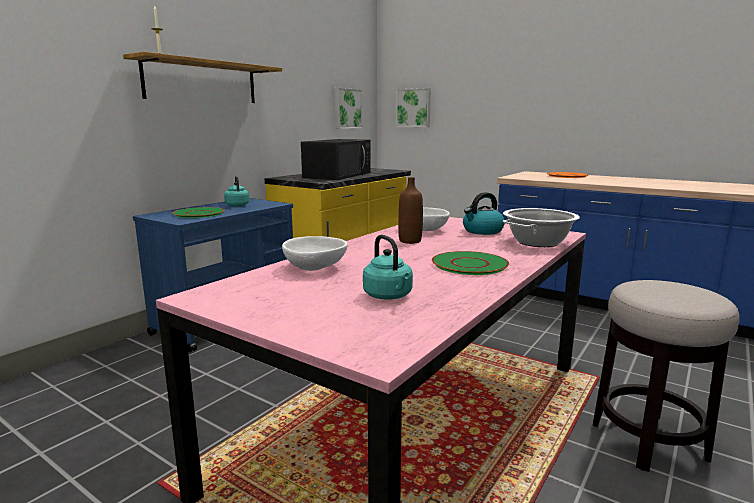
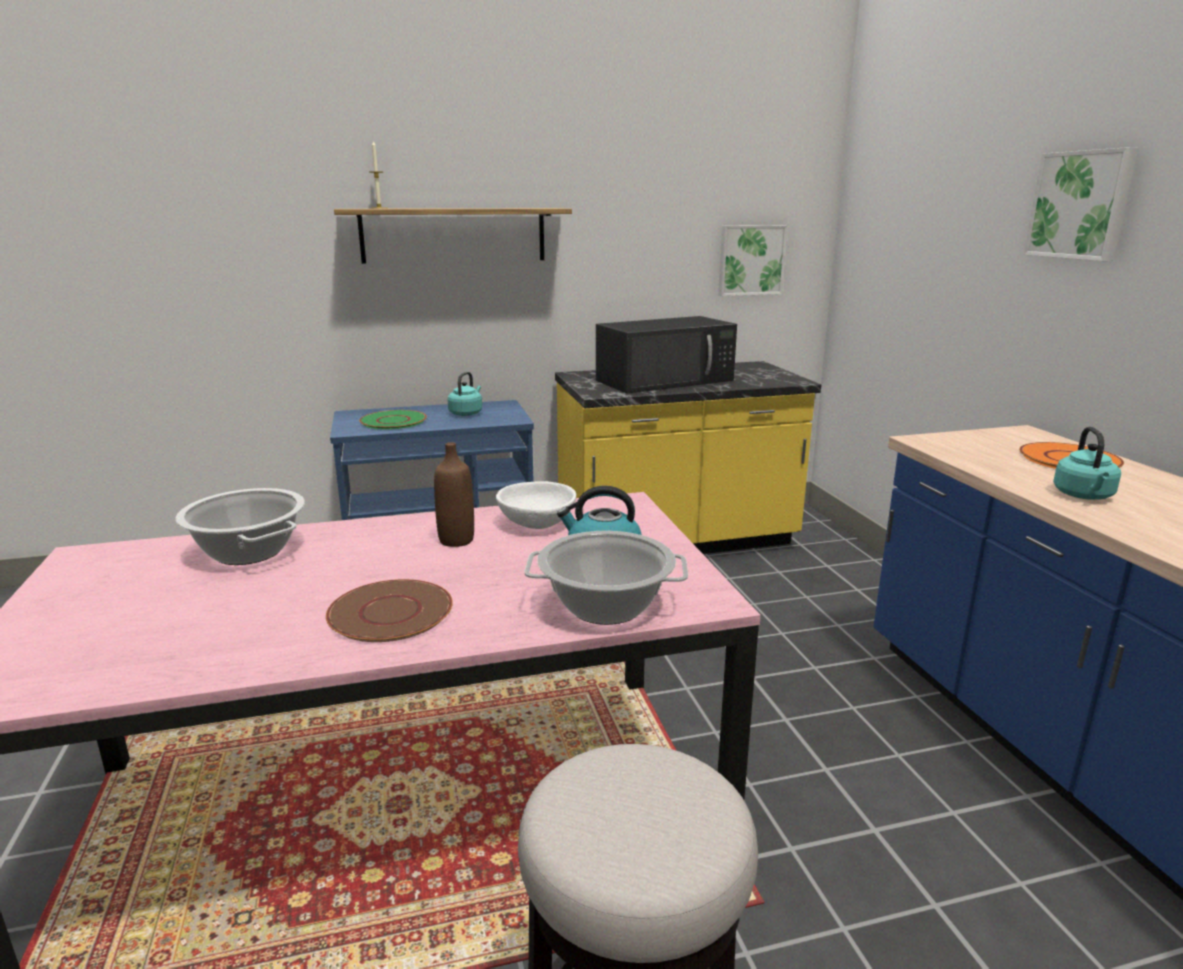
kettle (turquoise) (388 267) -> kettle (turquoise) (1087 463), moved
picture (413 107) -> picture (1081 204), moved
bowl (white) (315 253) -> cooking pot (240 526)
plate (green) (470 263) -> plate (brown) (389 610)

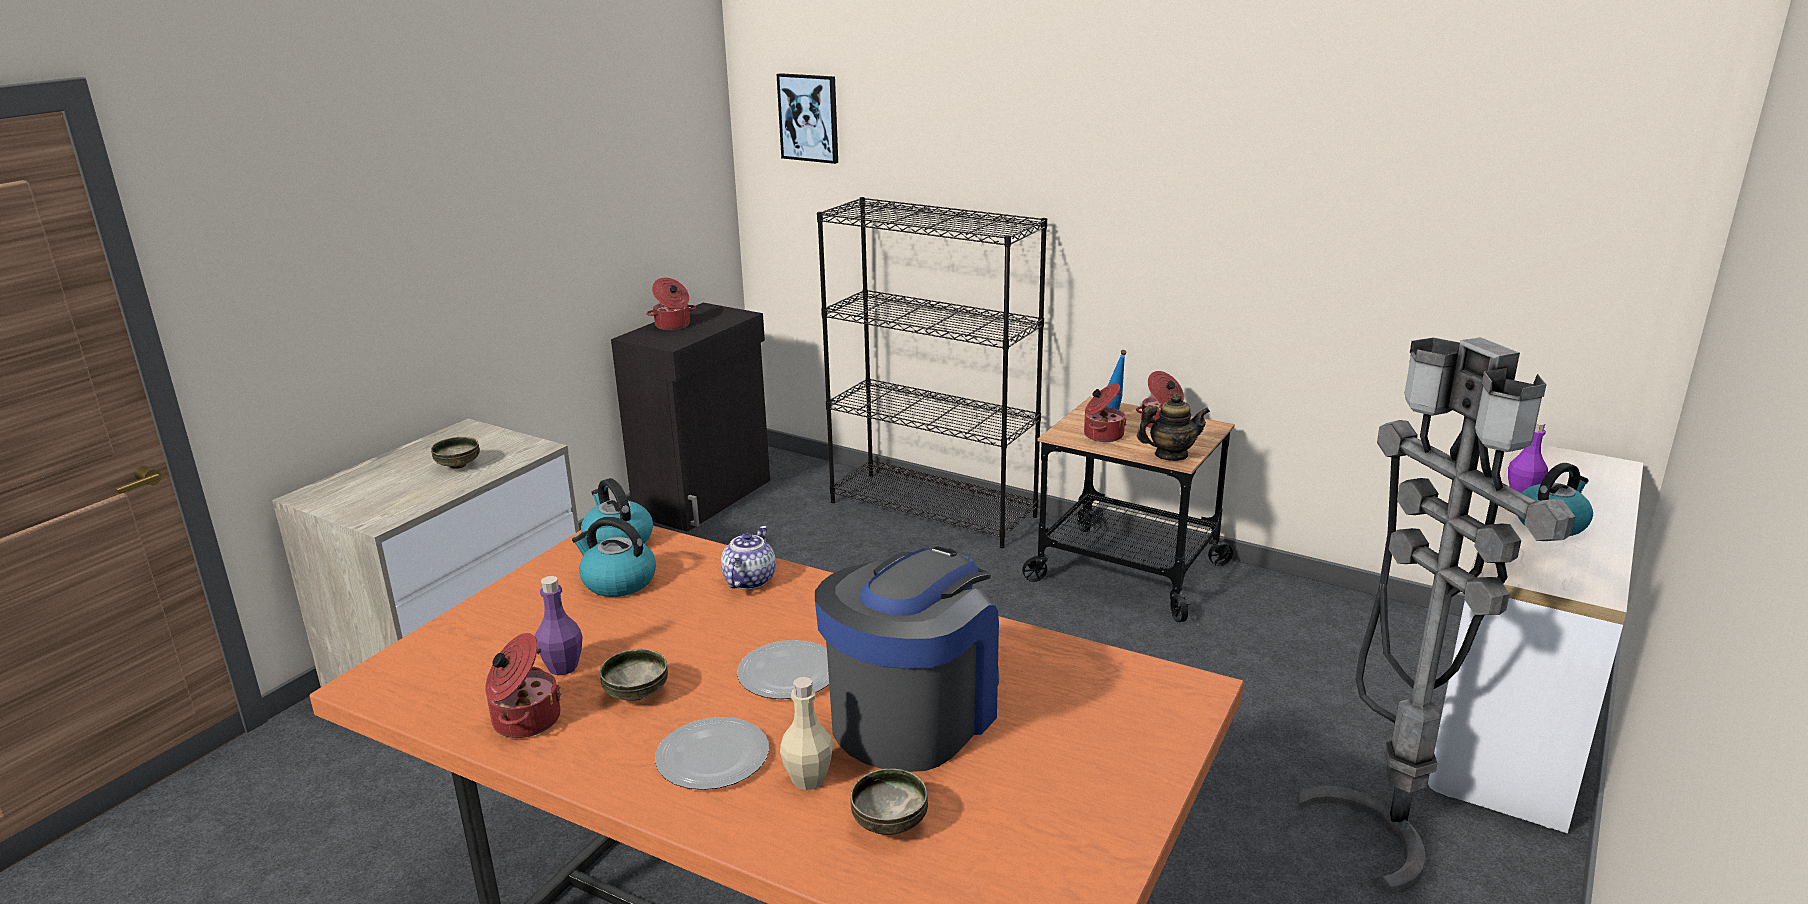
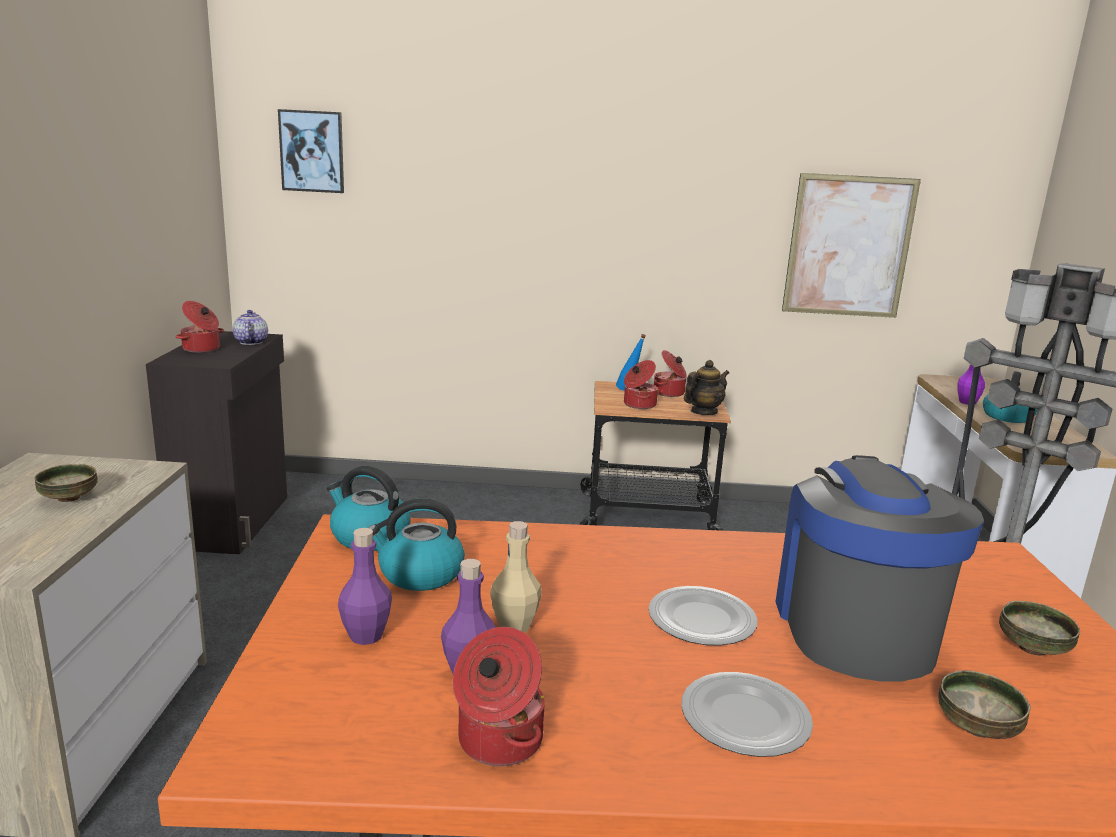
bookcase (black) (932 372) -> none
none -> bottle (purple) (365 586)
none -> picture (851 245)
bowl (634 674) -> bowl (1039 628), moved
teapot (748 558) -> teapot (250 327), moved
bottle (beige) (806 733) -> bottle (beige) (516 576), moved

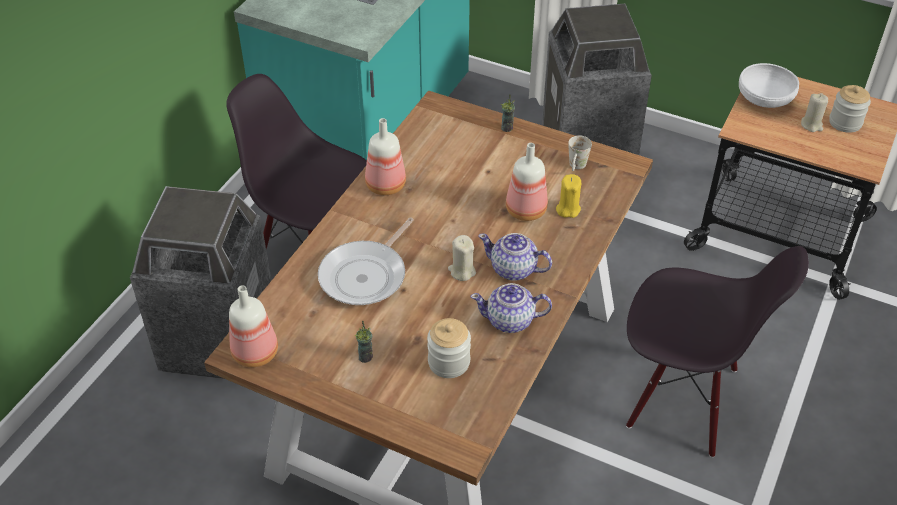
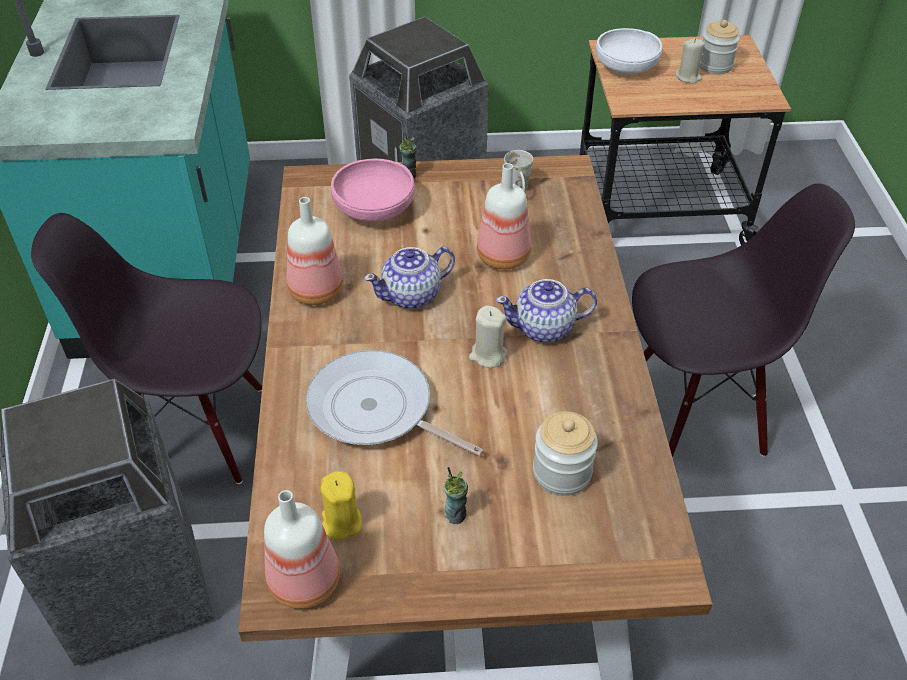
none -> bowl (pink) (373 190)
teapot (511 308) -> teapot (409 278), moved
candle (yellow) (568 196) -> candle (yellow) (341 506), moved
frying pan (366 261) -> frying pan (394 403), 120 degrees clockwise

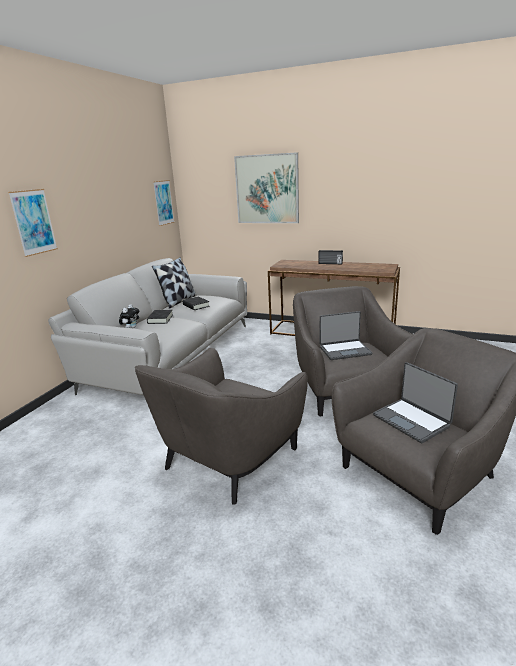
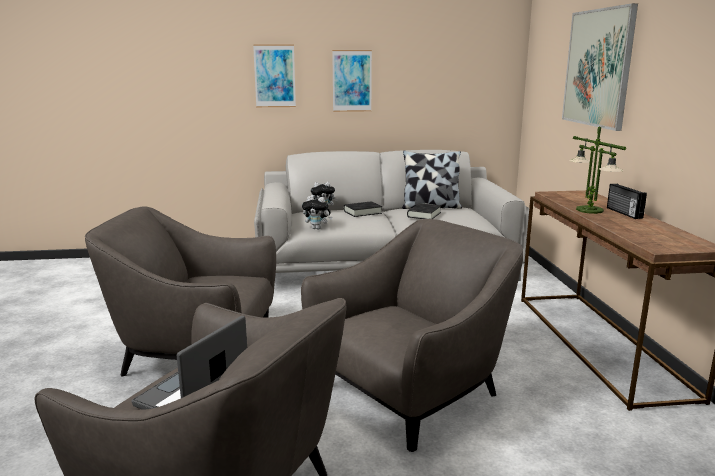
laptop (345 335) -> none
none -> plush toy (317 212)
none -> table lamp (597 170)
picture (163 203) -> picture (352 81), moved

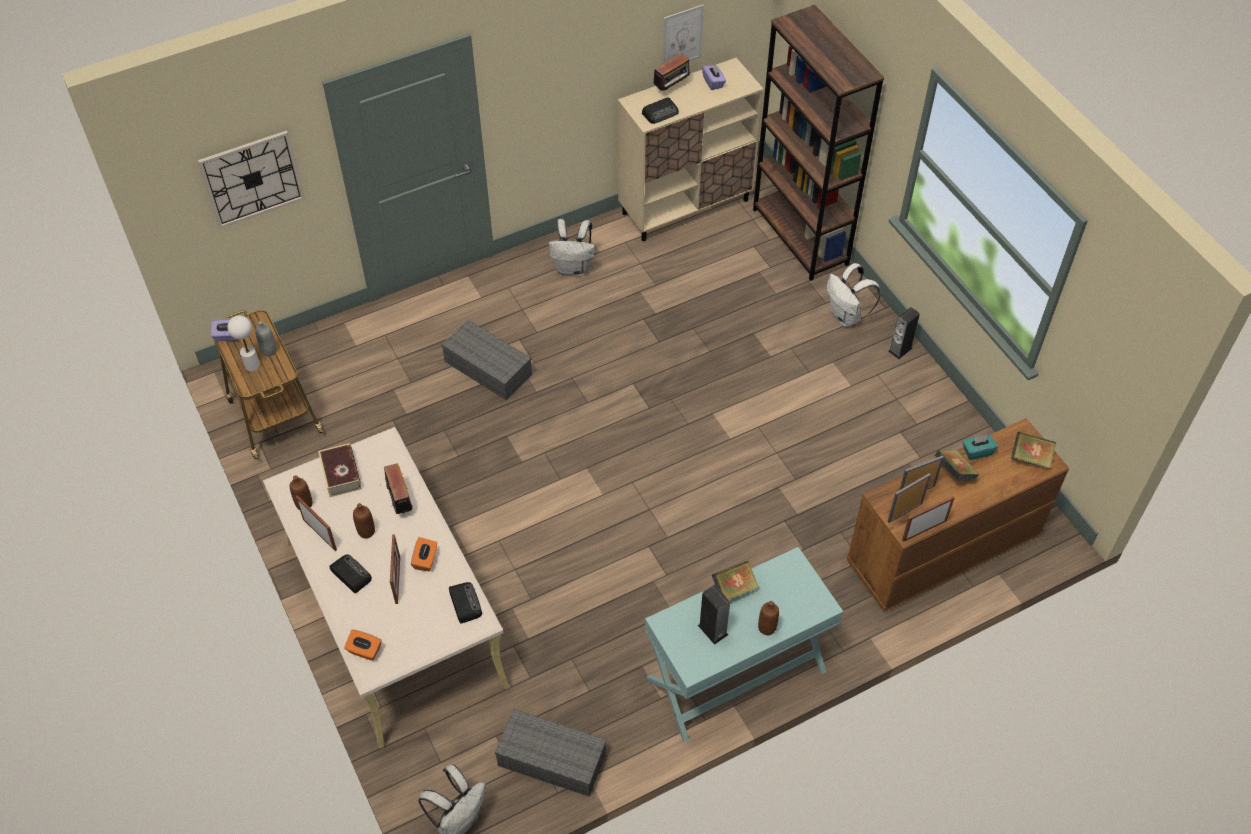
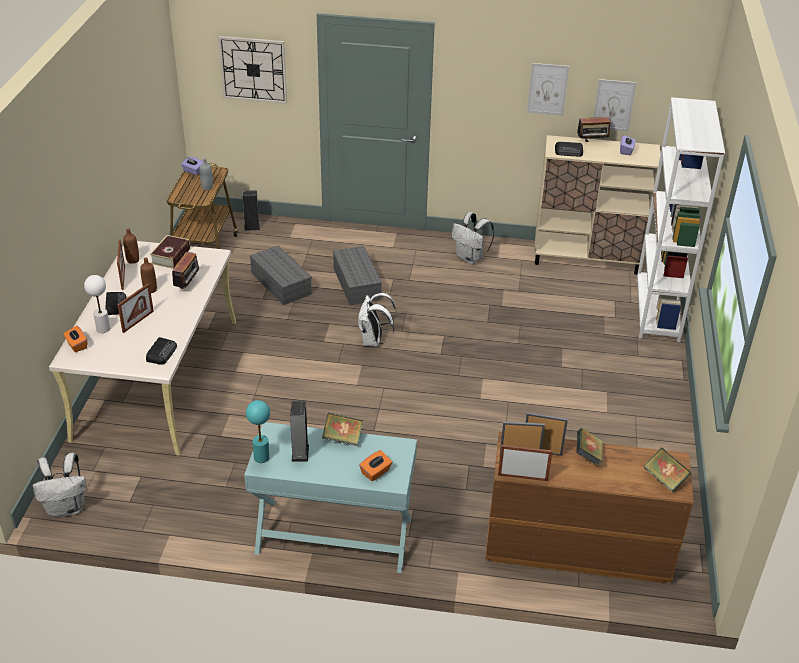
bottle (brown) (768 618) -> none
tissue box (turquoise) (980 447) -> none
none -> table lamp (turquoise) (258 431)
none -> picture (548 89)
table lamp (white) (243 344) -> table lamp (white) (97 304), moved
tissue box (orange) (424 554) -> tissue box (orange) (375 465), moved
storage box (grey) (550 752) -> storage box (grey) (281 275), moved
backpack (white) (854 295) -> backpack (white) (377 320), moved
speaker (904 333) -> speaker (252 210), moved
bookcase (brown) (818 143) -> bookcase (white) (680 219)

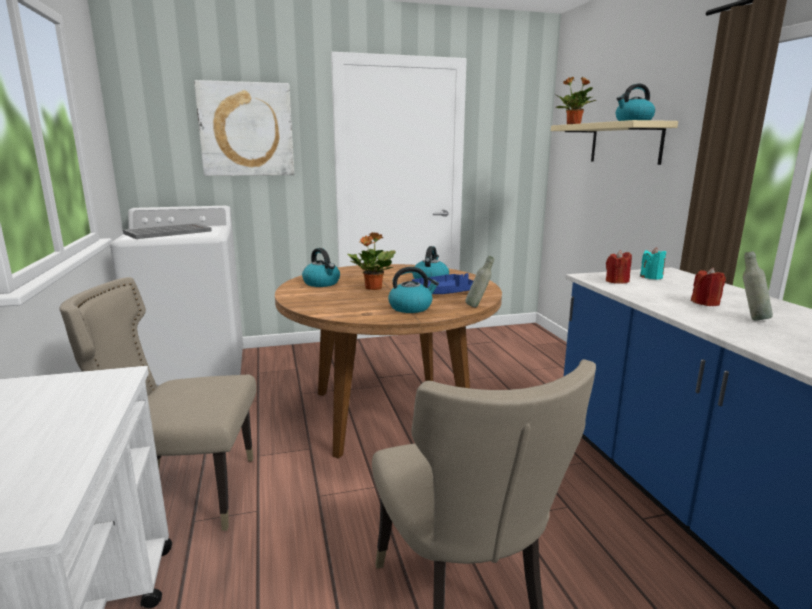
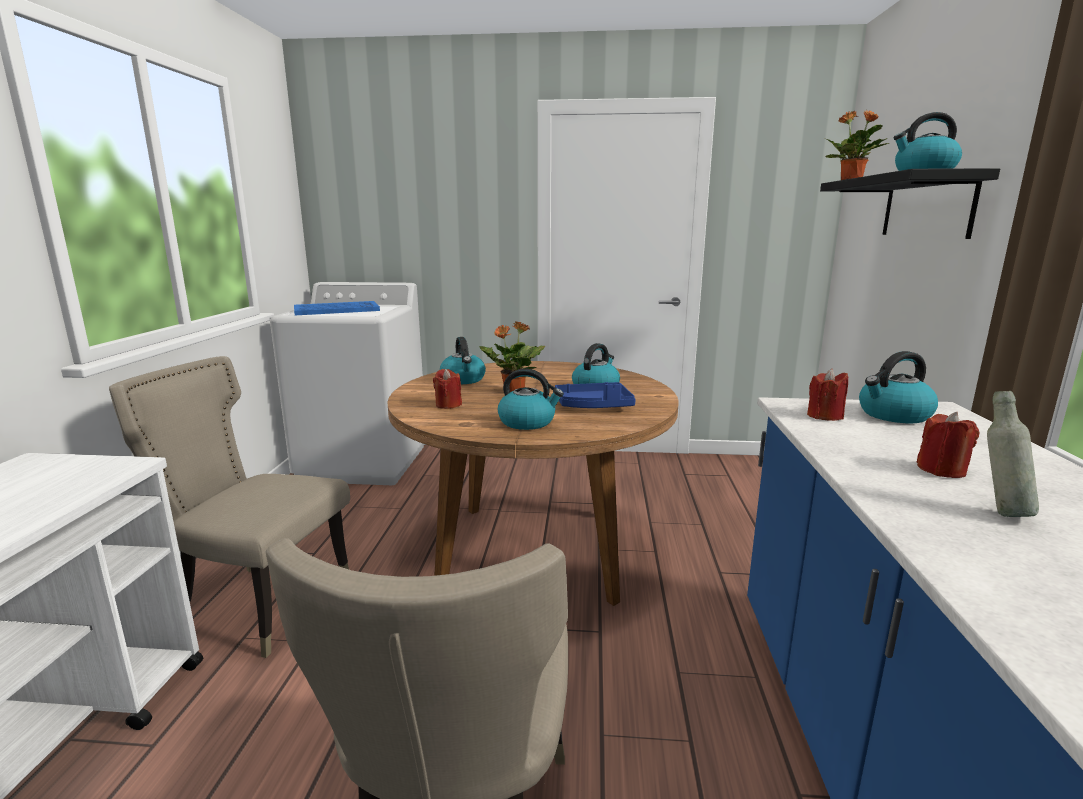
picture (244 128) -> none
bottle (grey) (479 281) -> none
none -> candle (red) (447 389)
candle (turquoise) (653 263) -> kettle (898 387)
tray (grey) (167 231) -> tray (blue) (337 308)
shelf (beige) (614 142) -> shelf (black) (910 203)

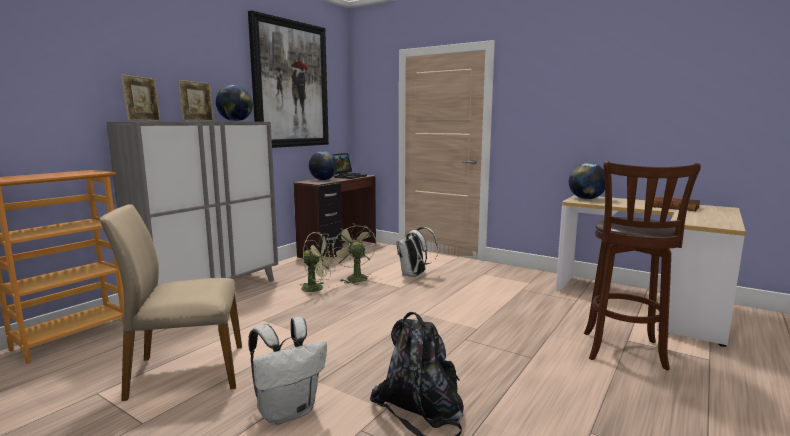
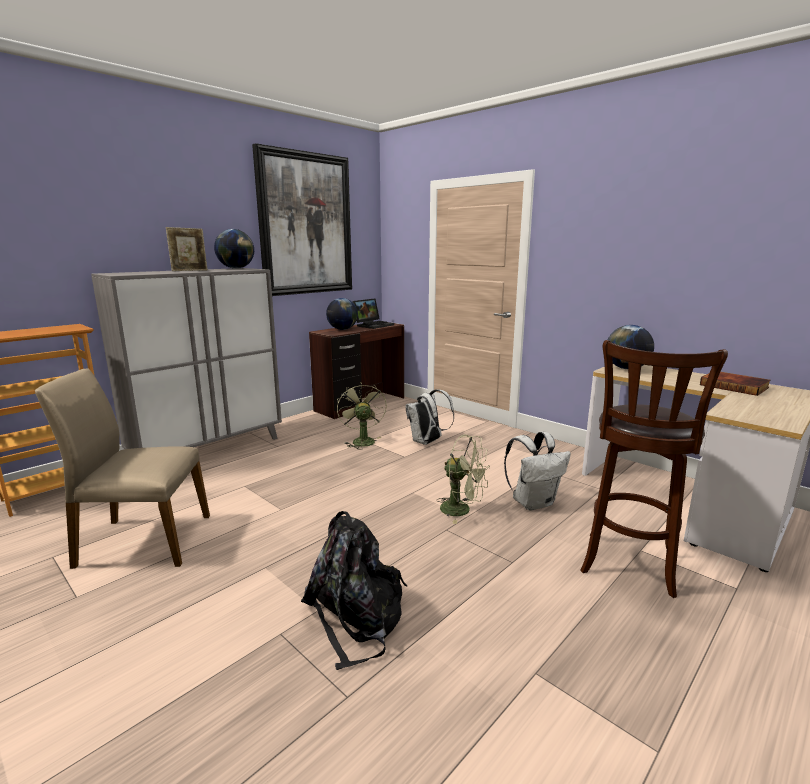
picture frame (141 98) -> none
backpack (white) (287 371) -> backpack (white) (537 471), moved
fan (green) (318 264) -> fan (green) (463 479), moved

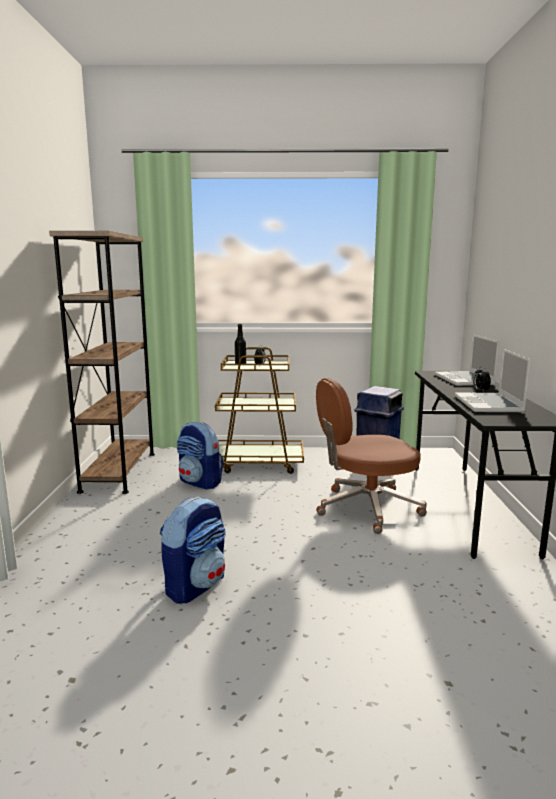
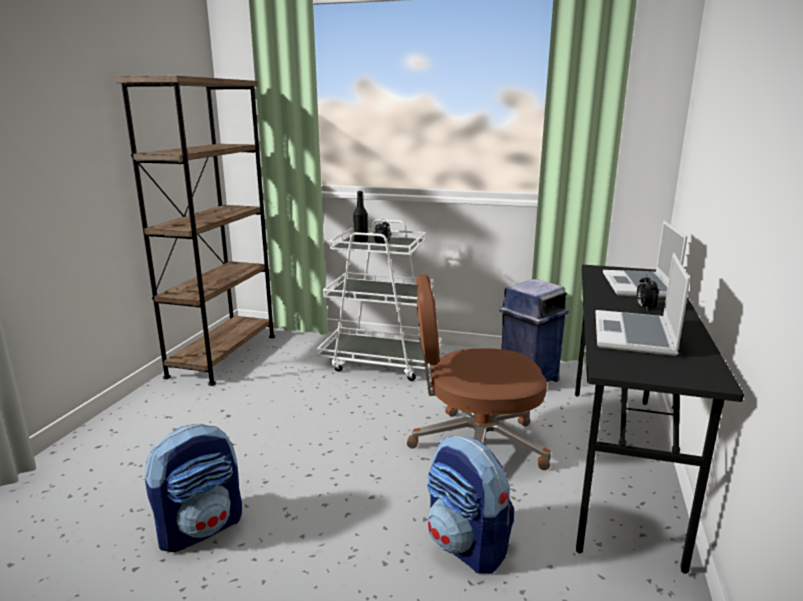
backpack (200 456) -> backpack (470 504), moved
cart (brown) (259 410) -> cart (white) (379 300)

